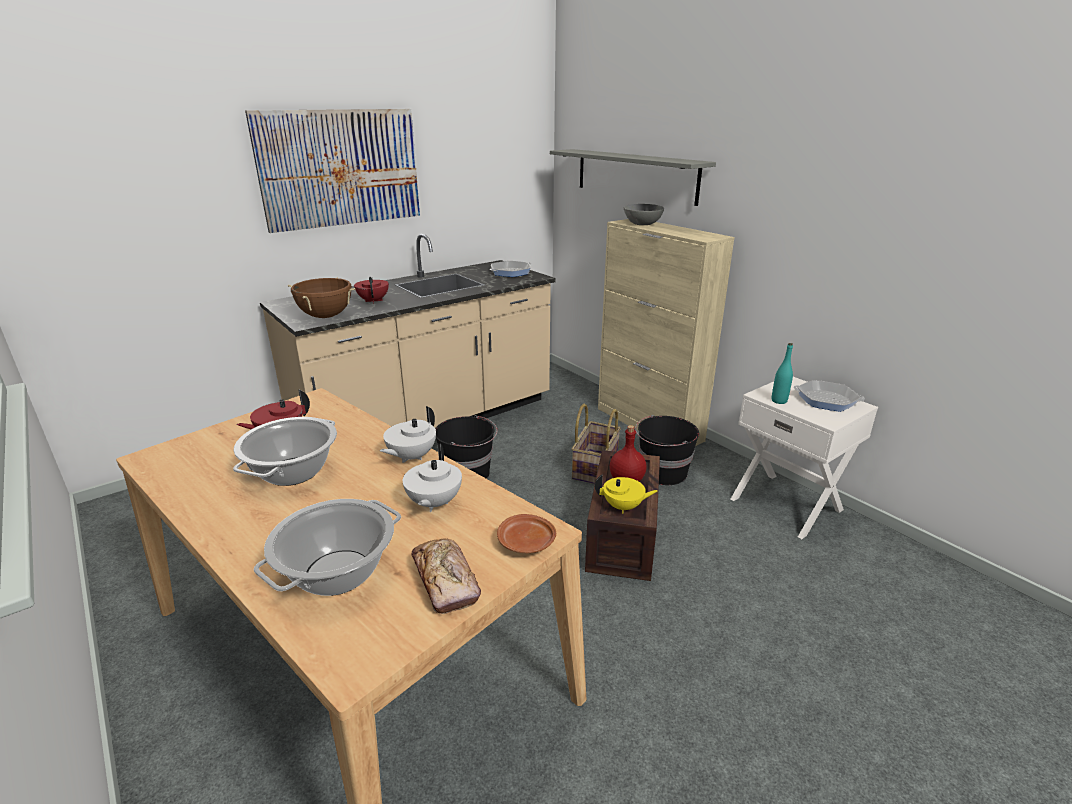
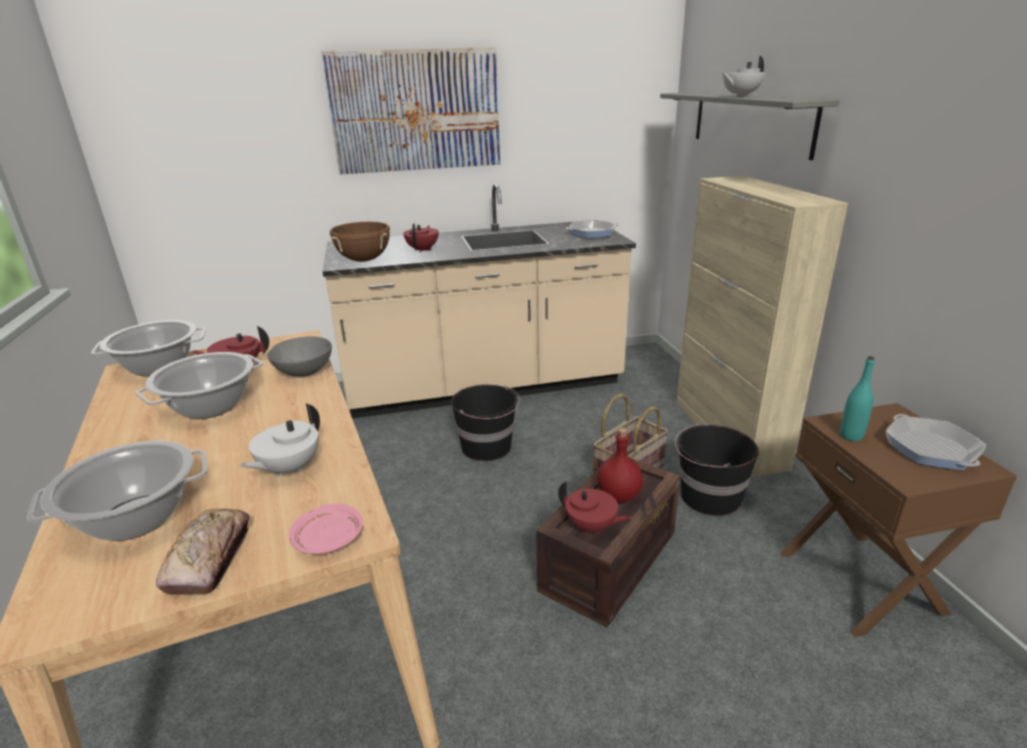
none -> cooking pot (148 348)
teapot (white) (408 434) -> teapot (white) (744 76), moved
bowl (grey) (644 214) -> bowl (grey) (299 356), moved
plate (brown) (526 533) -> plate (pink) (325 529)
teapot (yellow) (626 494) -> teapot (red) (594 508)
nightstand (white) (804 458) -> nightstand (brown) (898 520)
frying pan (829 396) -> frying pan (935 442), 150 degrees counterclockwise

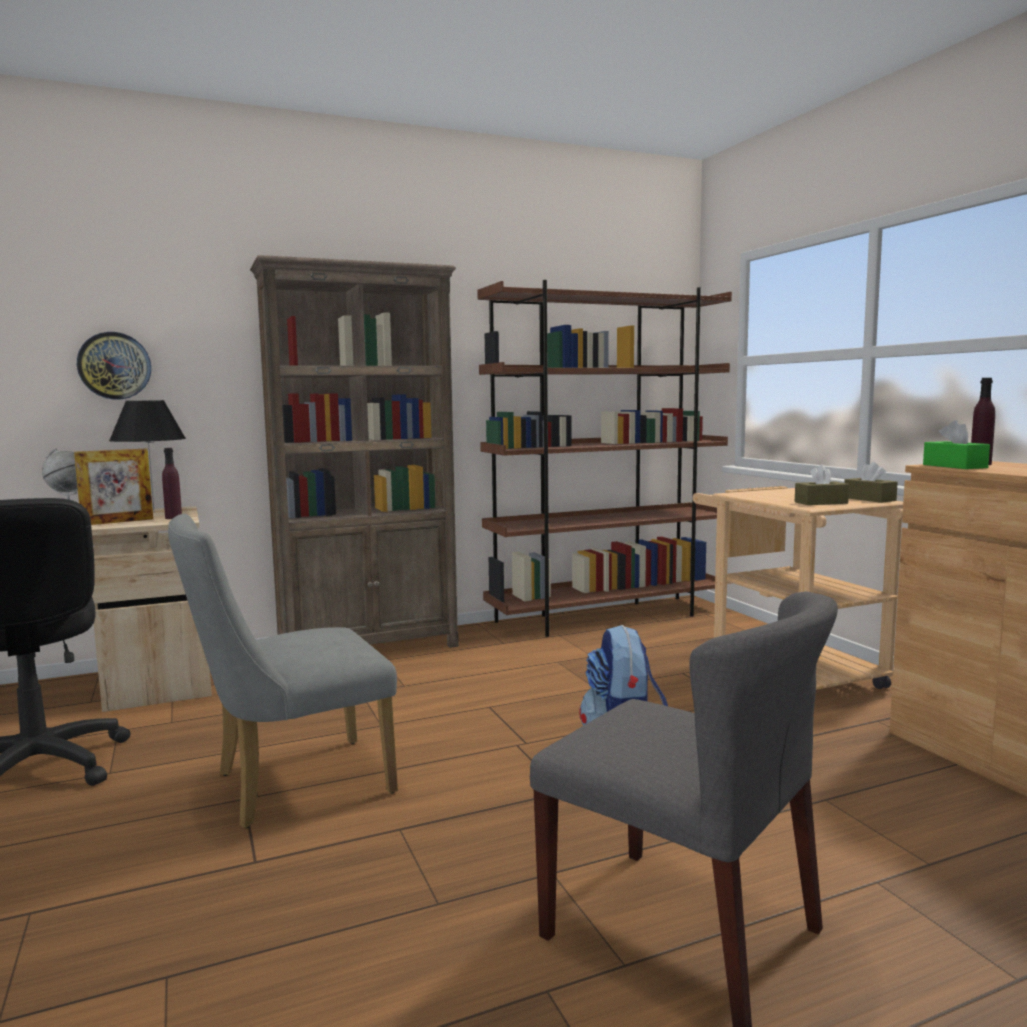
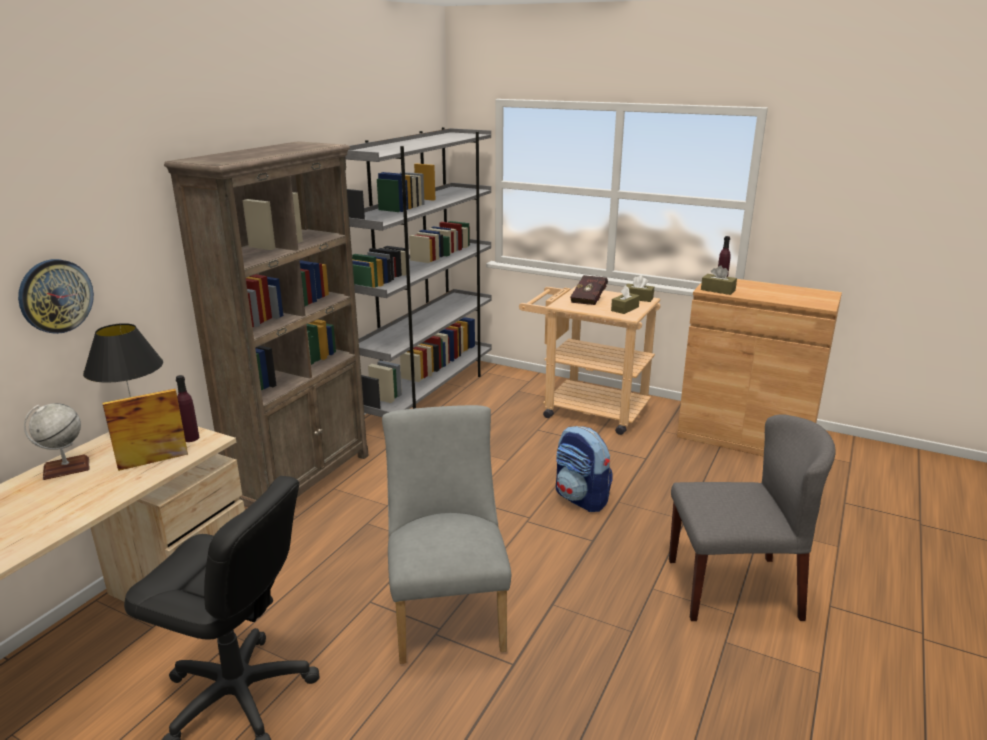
none -> book (red) (589 290)
bookcase (brown) (604 458) -> bookcase (grey) (418 272)
tissue box (green) (956 444) -> tissue box (brown) (719 280)
picture frame (113 486) -> picture frame (145 430), 135 degrees counterclockwise
chair (grey) (283 671) -> chair (grey) (446 534), 150 degrees clockwise

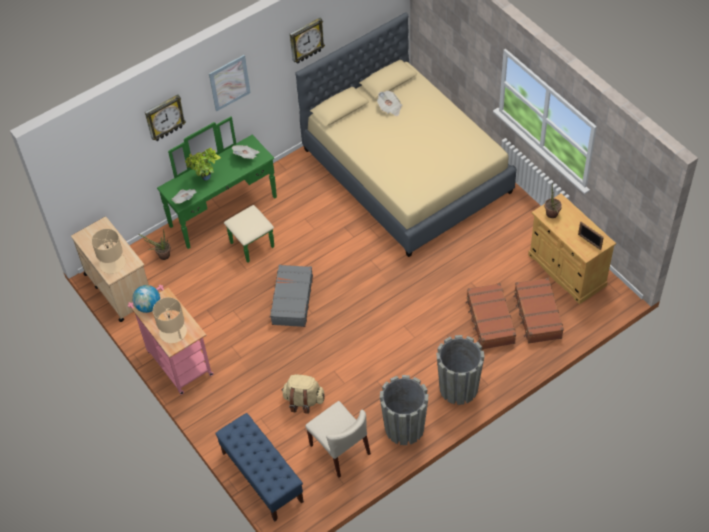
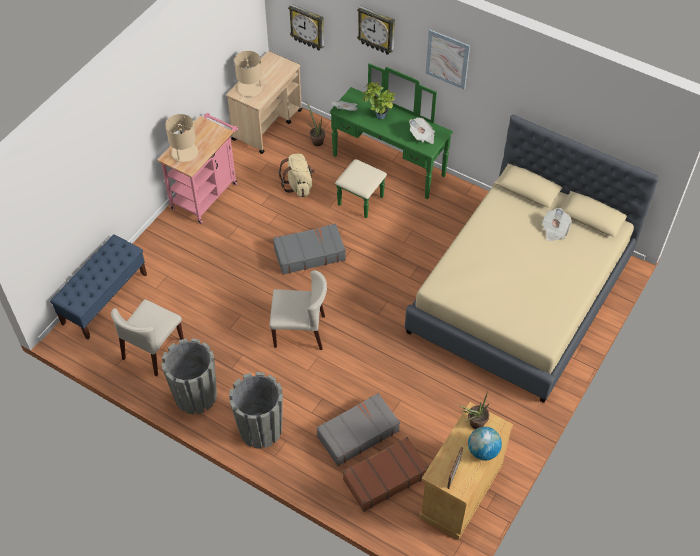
none -> chair (beige) (298 310)
globe (146 299) -> globe (485 444), moved
backpack (beige) (303 394) -> backpack (beige) (297 175), moved
wall clock (307 41) -> wall clock (306 27), moved
suitcase (brown) (490 316) -> suitcase (grey) (358 429)

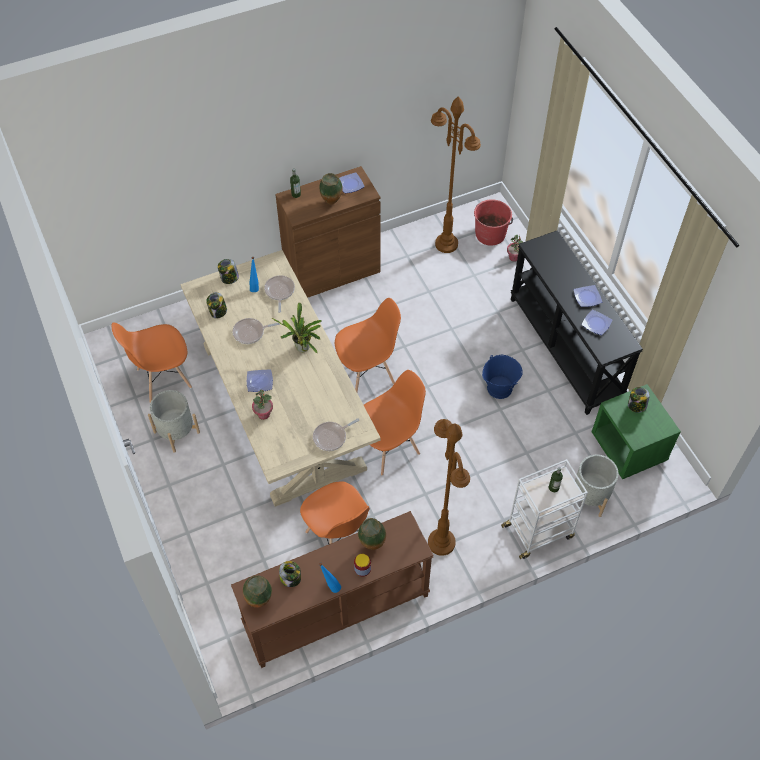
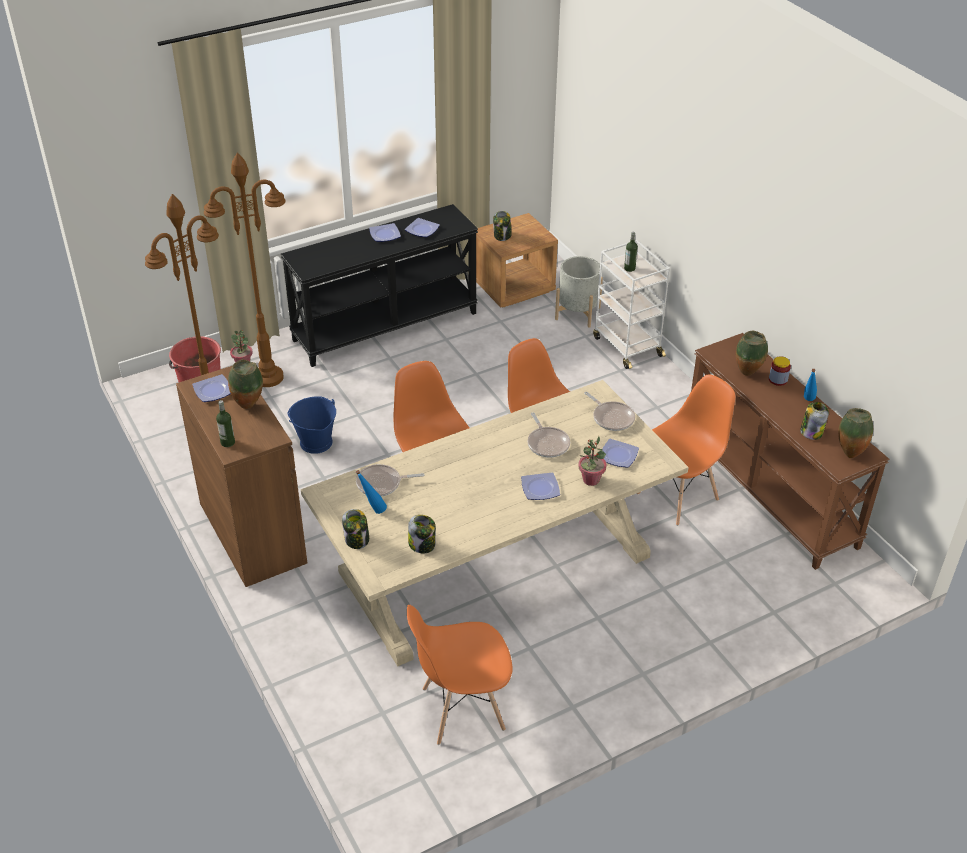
planter (grey) (174 421) -> none
potted plant (297 328) -> none
none -> plate (620 453)
frying pan (256 331) -> frying pan (549 435), moved
floor lamp (brown) (449 487) -> floor lamp (brown) (245 270), moved
bucket (blue) (502 377) -> bucket (blue) (312 425), moved
nightstand (green) (636 431) -> nightstand (brown) (517 260)
chair (orange) (152 362) -> chair (orange) (460 675), 105 degrees clockwise

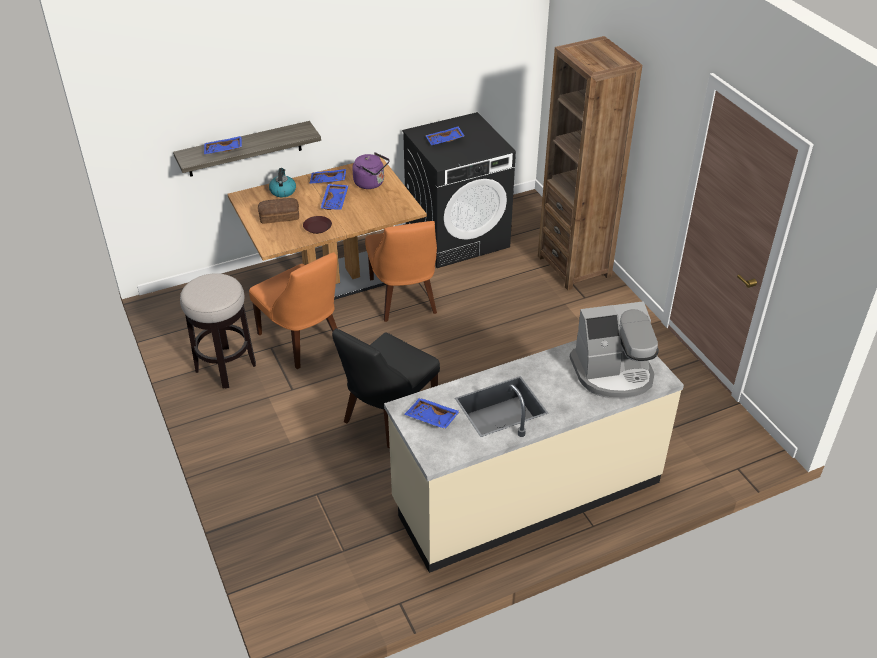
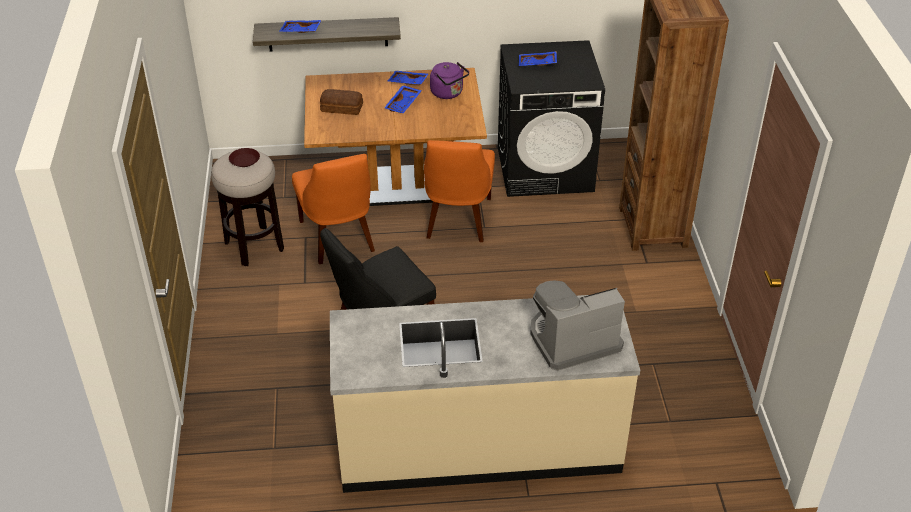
kettle (282 182) -> none
tray (blue) (432 413) -> none
plate (brown) (317 225) -> plate (brown) (244 157), moved
coffee machine (614 350) -> coffee machine (577 325), 150 degrees clockwise

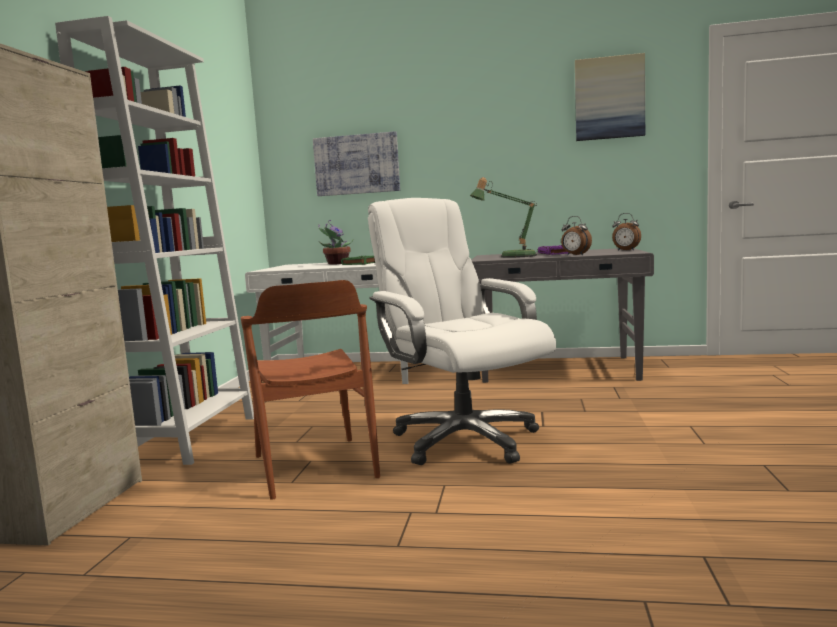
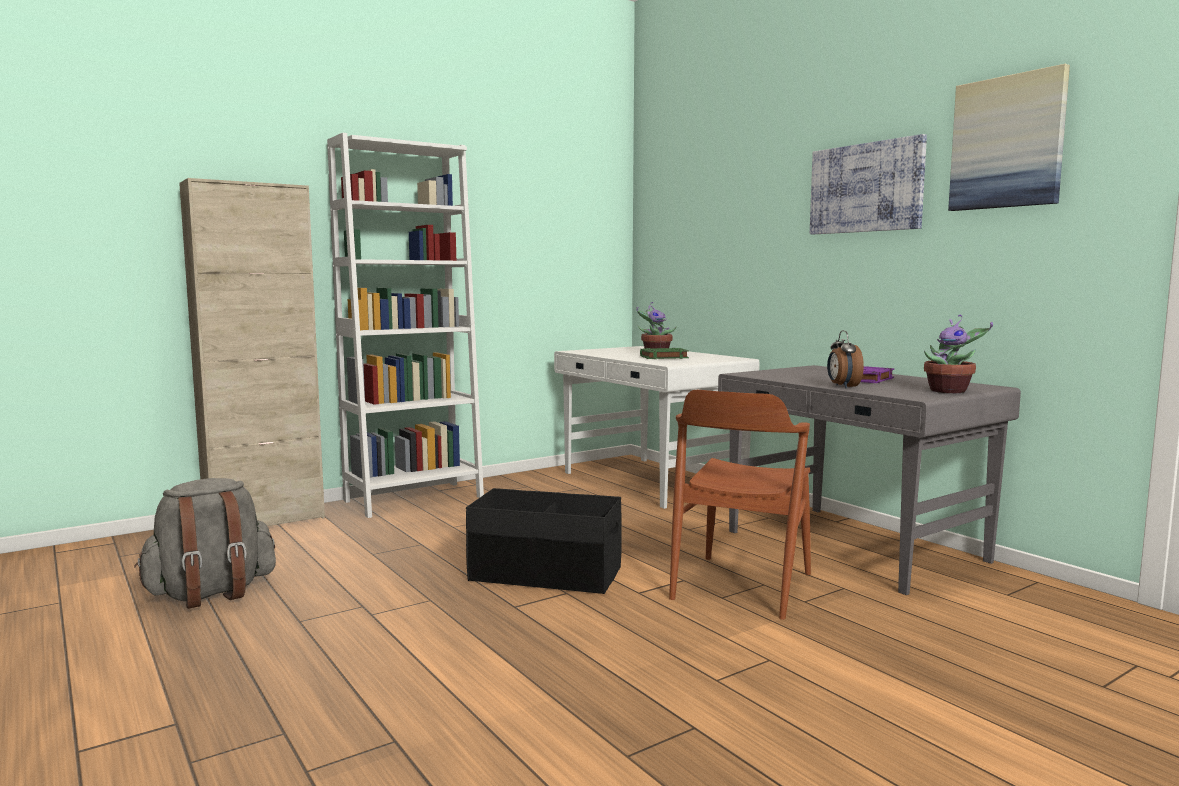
table lamp (503 217) -> none
none -> backpack (grey) (205 543)
chair (brown) (310 390) -> chair (brown) (740 505), moved
picture (356 163) -> picture (868 184), moved
office chair (white) (462 331) -> storage box (black) (544 541)
alarm clock (626 232) -> potted plant (958 354)

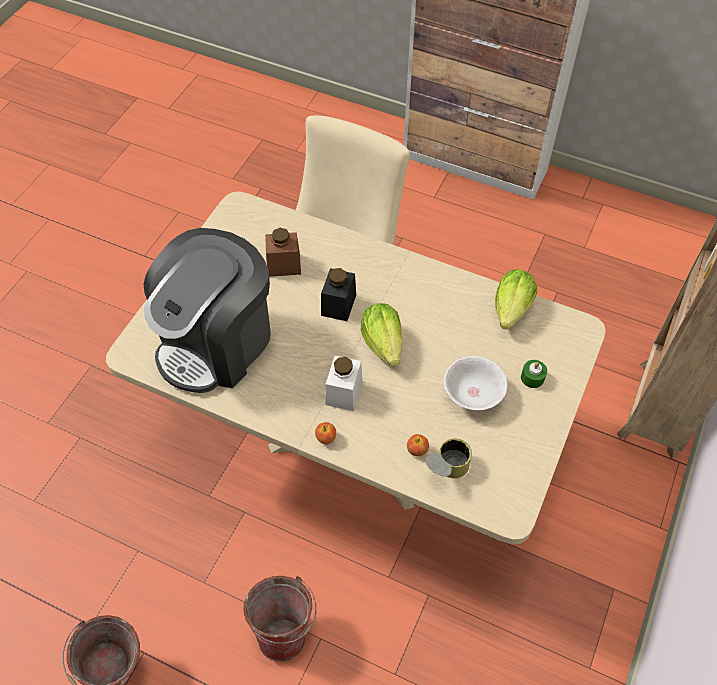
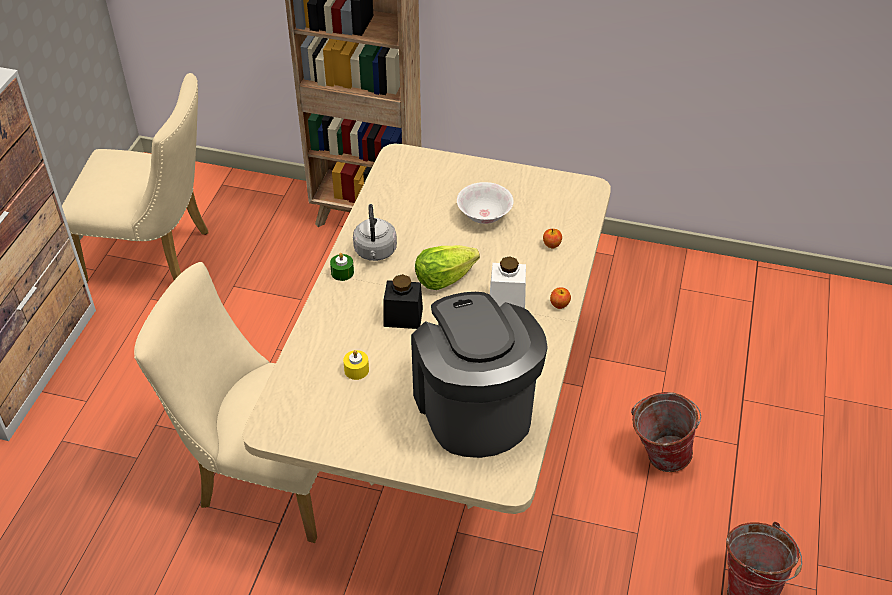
can (449 458) -> none
lettuce (516 299) -> none
none -> chair (beige) (135 178)
none -> kettle (grey) (375 232)
candle (green) (534 374) -> candle (green) (342 267), moved
jar (brown) (283 252) -> candle (yellow) (356 365)
coffee machine (207 310) -> coffee machine (479 375), 135 degrees counterclockwise

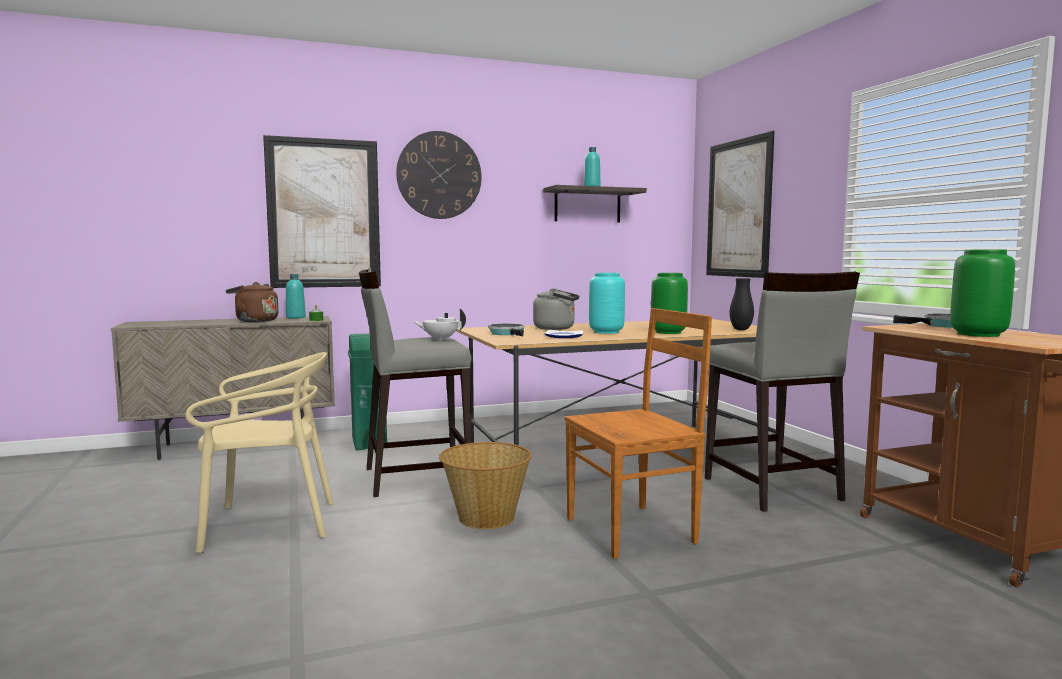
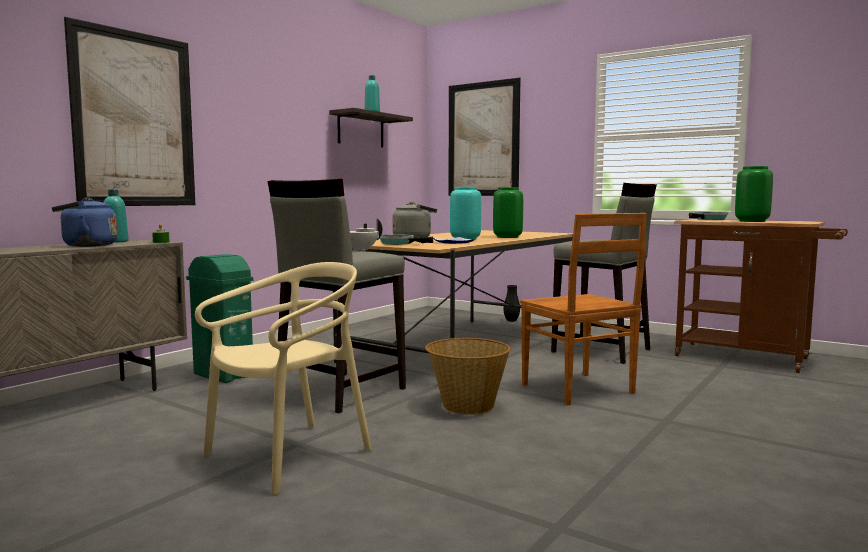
wall clock (439 175) -> none
vase (black) (742 304) -> vase (black) (512 303), moved
kettle (brown) (252 302) -> kettle (blue) (84 222)
chair (brown) (638 433) -> chair (brown) (583 309), 120 degrees clockwise

